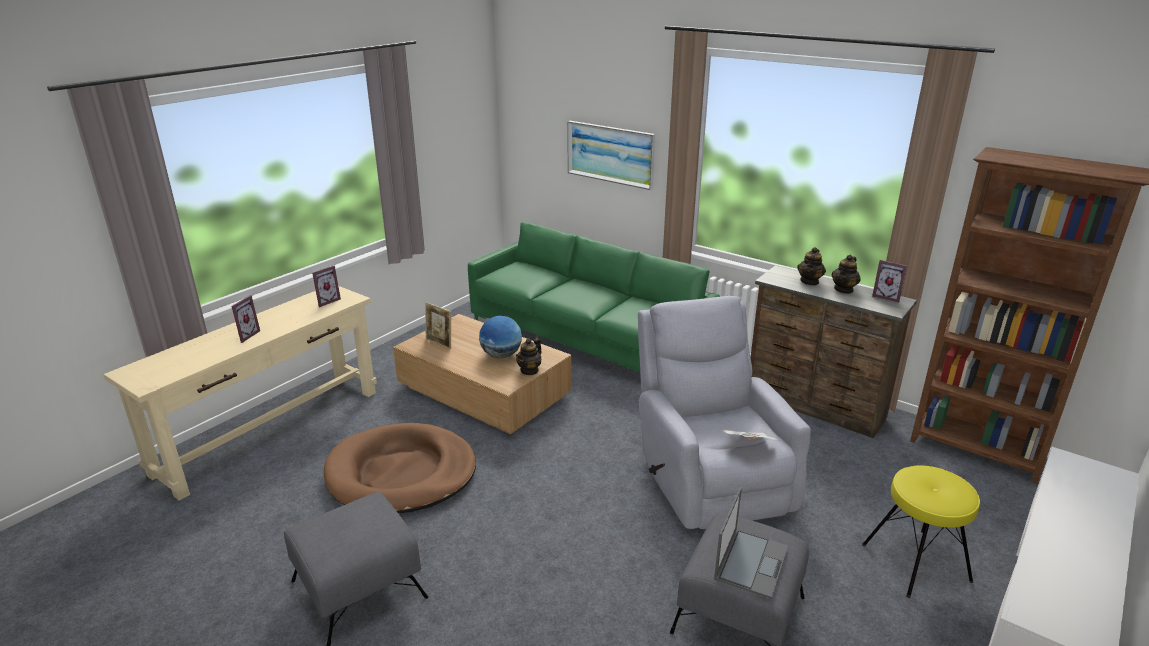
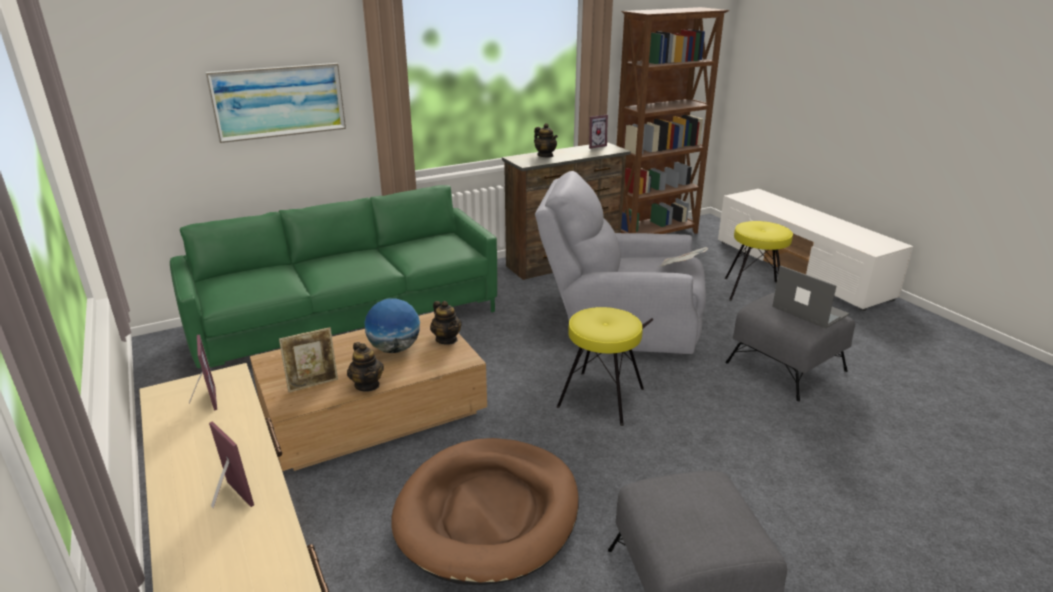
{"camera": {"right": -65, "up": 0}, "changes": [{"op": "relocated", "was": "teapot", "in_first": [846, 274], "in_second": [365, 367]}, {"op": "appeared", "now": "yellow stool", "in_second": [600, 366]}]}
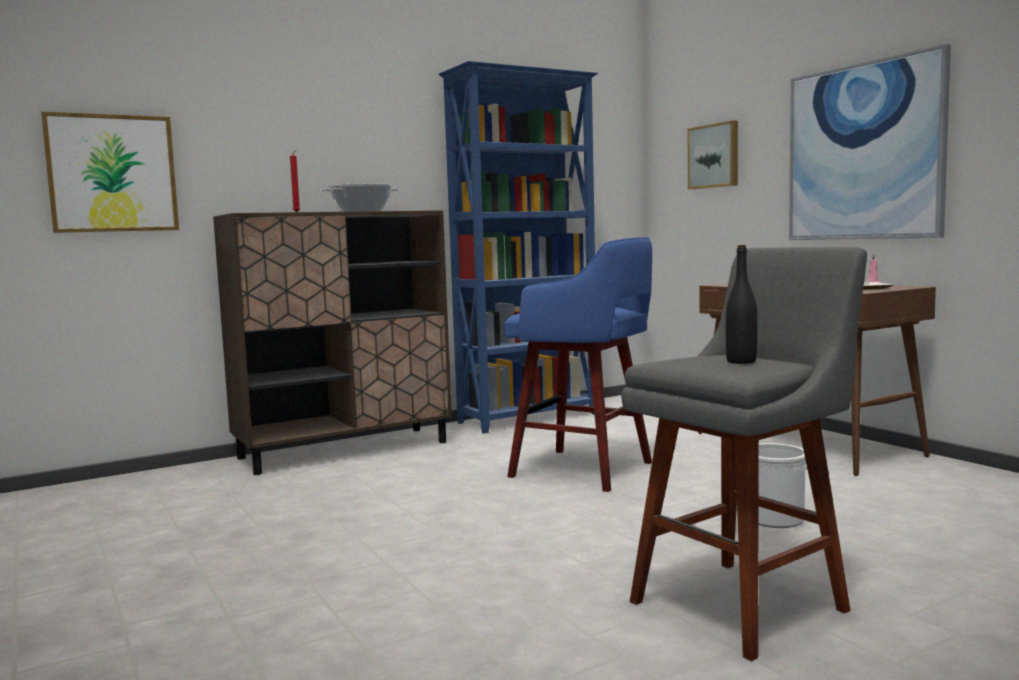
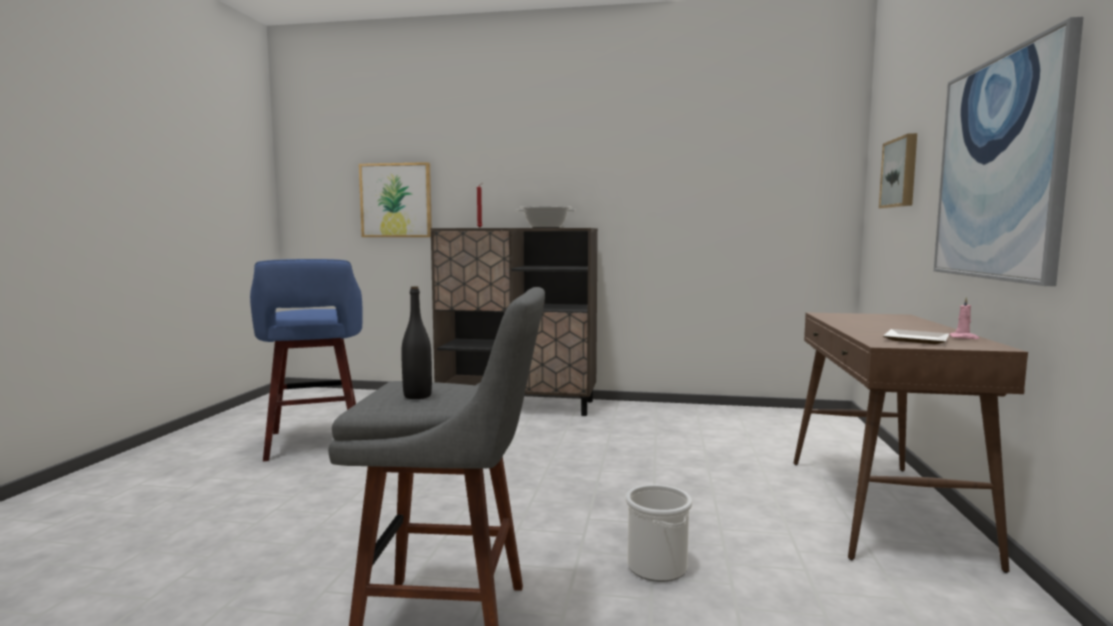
{"camera": {"right": 40, "up": 0}, "changes": [{"op": "missing", "was": "blue bookcase", "in_first": [518, 247]}, {"op": "relocated", "was": "blue stool", "in_first": [578, 364], "in_second": [306, 360]}]}
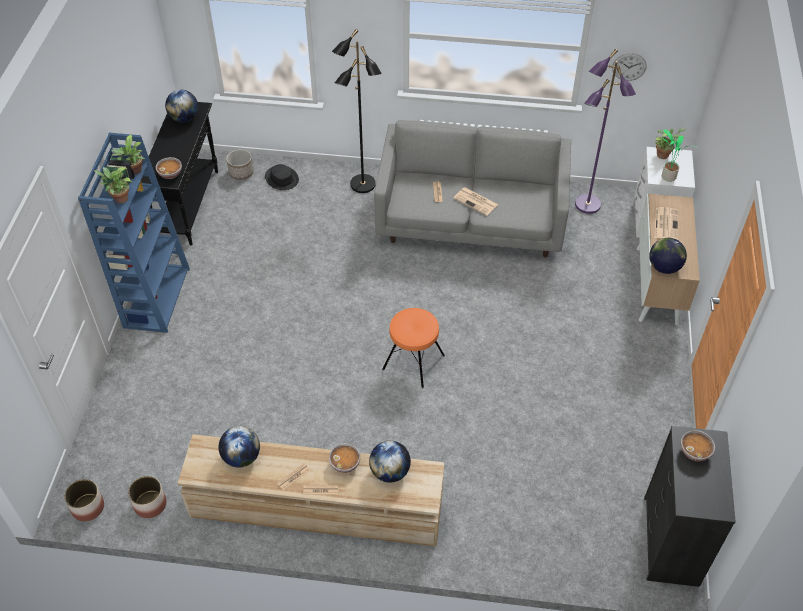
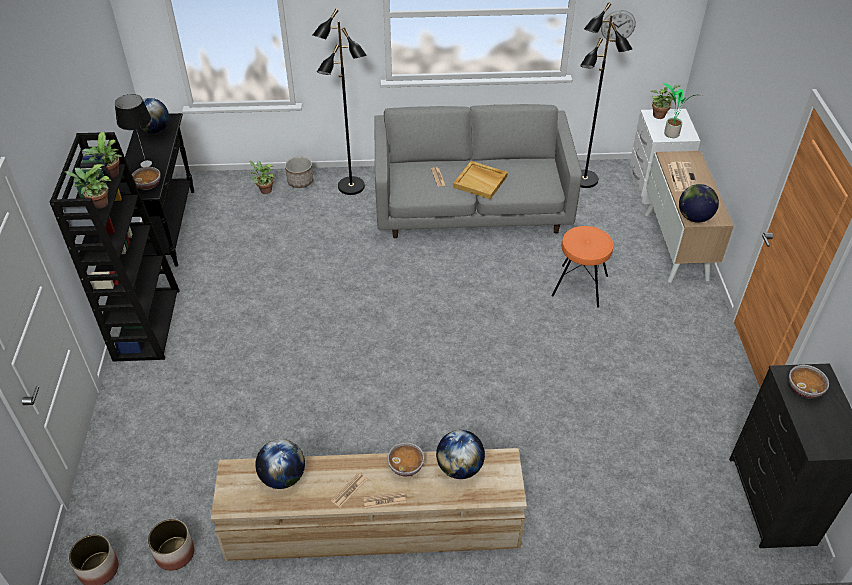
{"camera": {"right": -10, "up": -5}, "changes": [{"op": "colour", "was": "purple floor lamp", "now": "black floor lamp", "in_first": [605, 131], "in_second": [606, 95]}, {"op": "colour", "was": "blue bookcase", "now": "black bookcase", "in_first": [134, 233], "in_second": [114, 247]}, {"op": "relocated", "was": "planter", "in_first": [240, 164], "in_second": [299, 172]}, {"op": "exchanged", "was": "black hat", "now": "potted plant", "in_first": [282, 177], "in_second": [262, 177]}, {"op": "exchanged", "was": "newspaper", "now": "beige tray", "in_first": [476, 201], "in_second": [480, 180]}, {"op": "relocated", "was": "orange stool", "in_first": [413, 348], "in_second": [582, 267]}, {"op": "appeared", "now": "table lamp", "in_second": [133, 130]}]}
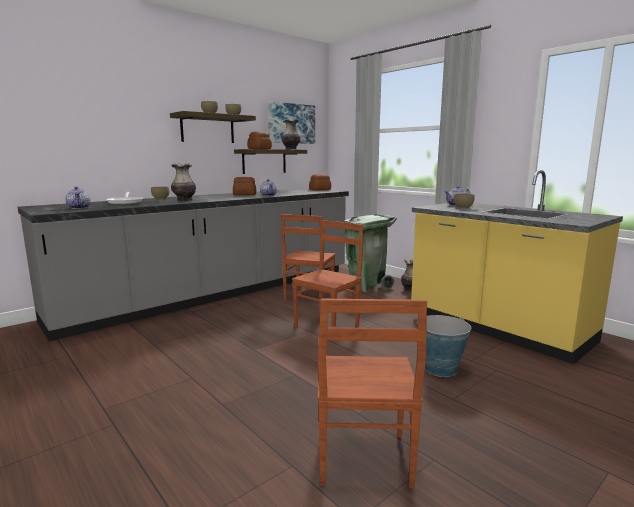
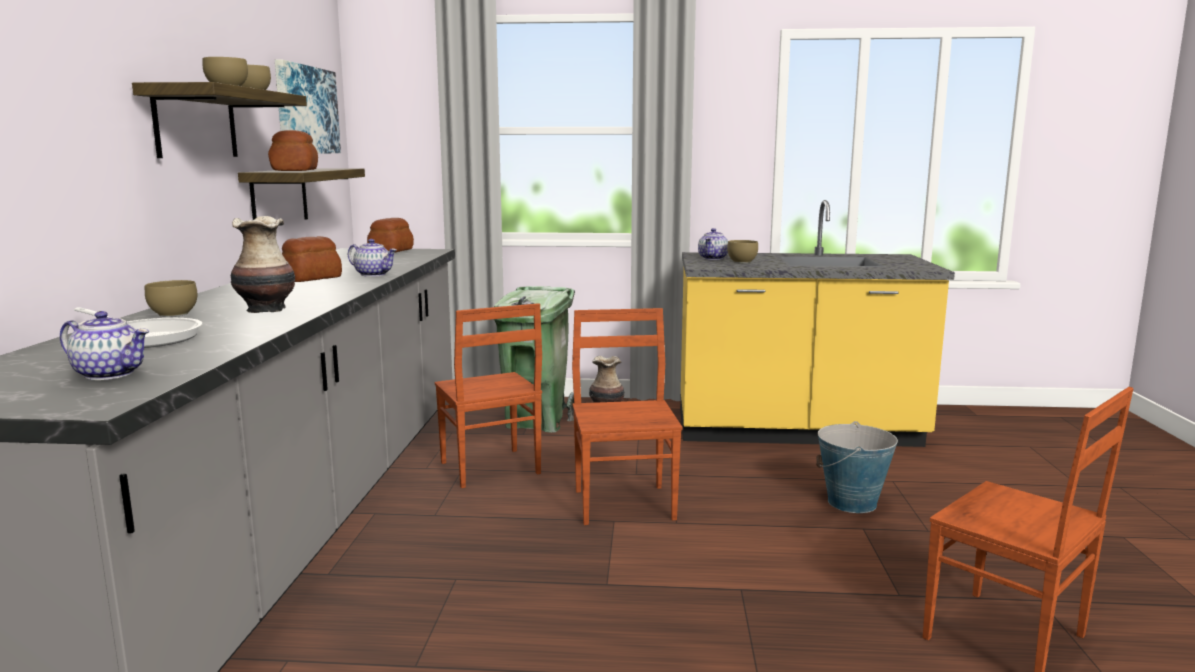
{"camera": {"right": -45, "up": 0}, "changes": [{"op": "missing", "was": "vase", "in_first": [291, 134]}]}
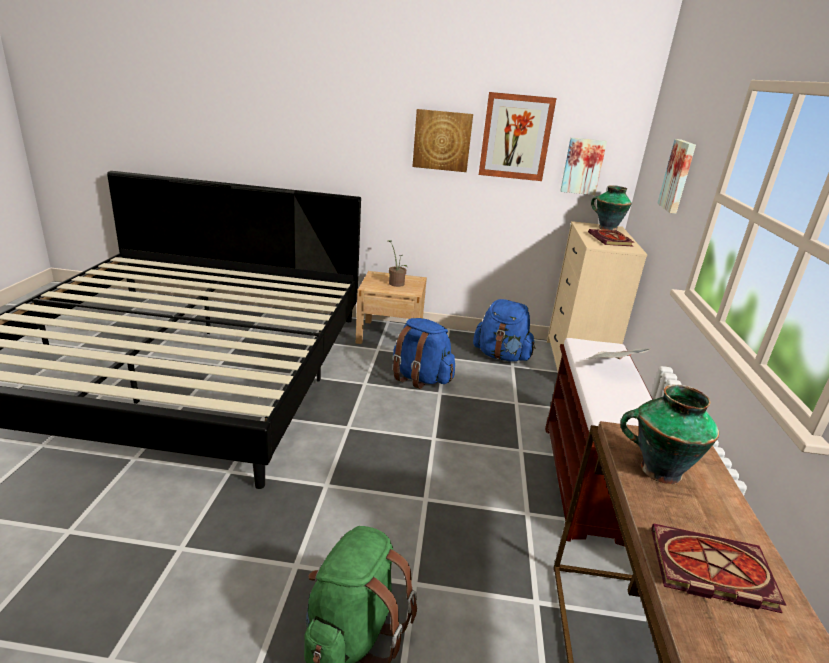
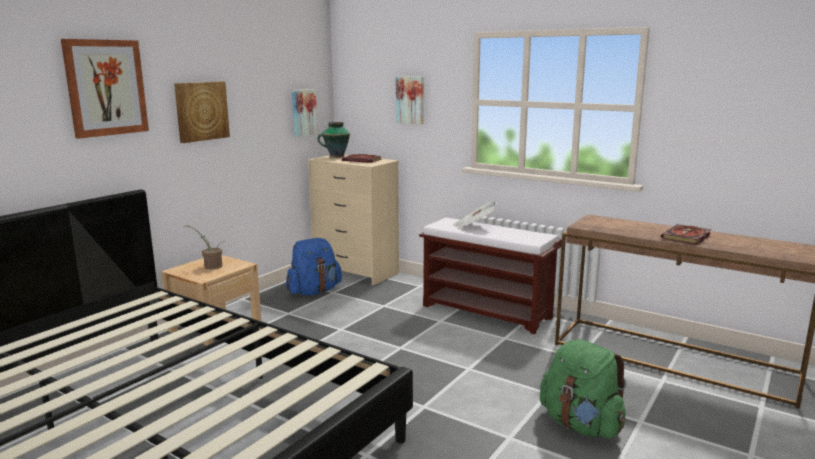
{"camera": {"right": -60, "up": -10}, "changes": [{"op": "relocated", "was": "picture", "in_first": [517, 136], "in_second": [105, 89]}, {"op": "missing", "was": "blue backpack", "in_first": [423, 353]}, {"op": "missing", "was": "vase", "in_first": [669, 434]}]}
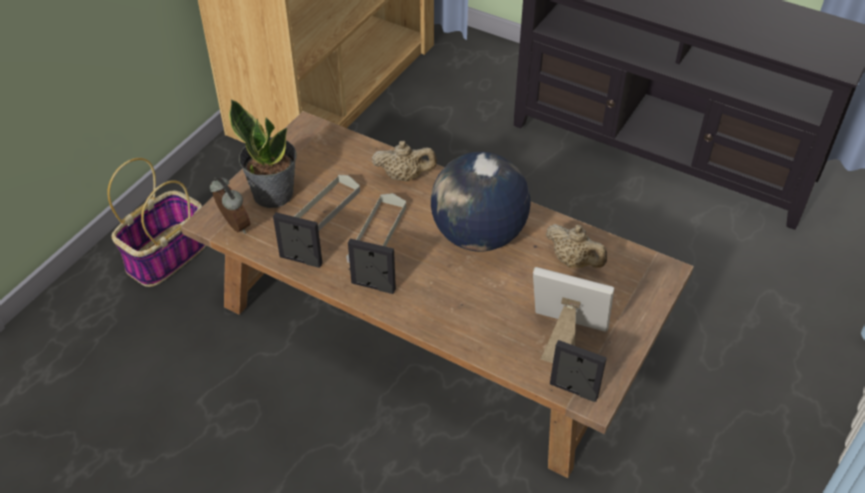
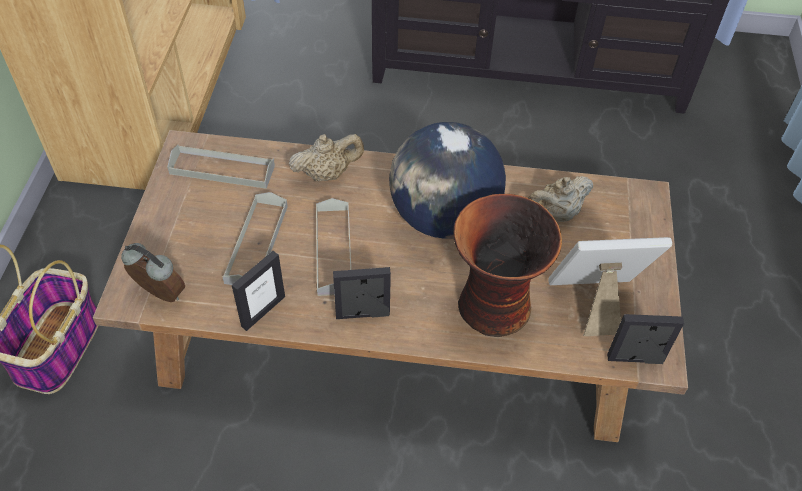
{"camera": {"right": -25, "up": 5}, "changes": [{"op": "missing", "was": "potted plant", "in_first": [263, 153]}, {"op": "spun", "was": "picture frame", "in_first": [297, 240], "in_second": [258, 291], "clockwise": 135}, {"op": "spun", "was": "beige teapot", "in_first": [576, 246], "in_second": [560, 199], "clockwise": 135}, {"op": "appeared", "now": "grey tray", "in_second": [221, 167]}, {"op": "appeared", "now": "vase", "in_second": [507, 265]}]}
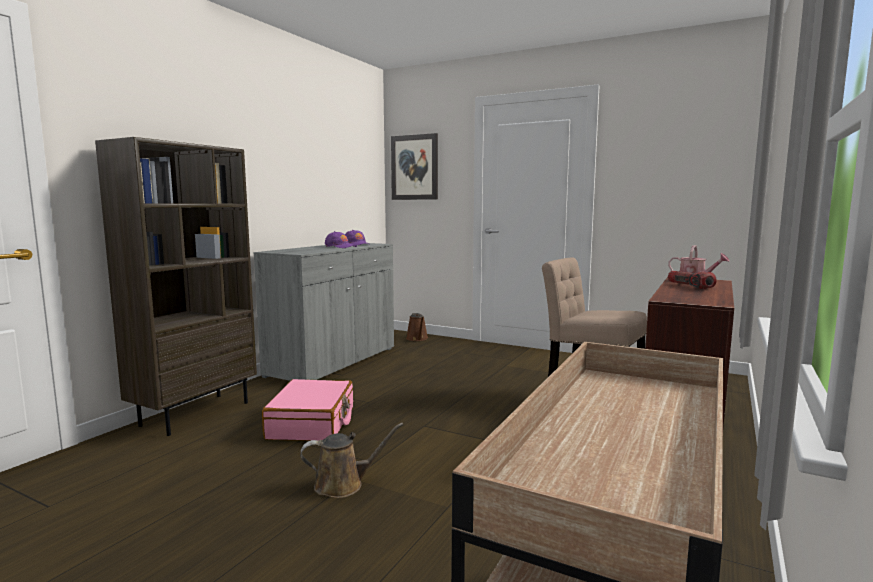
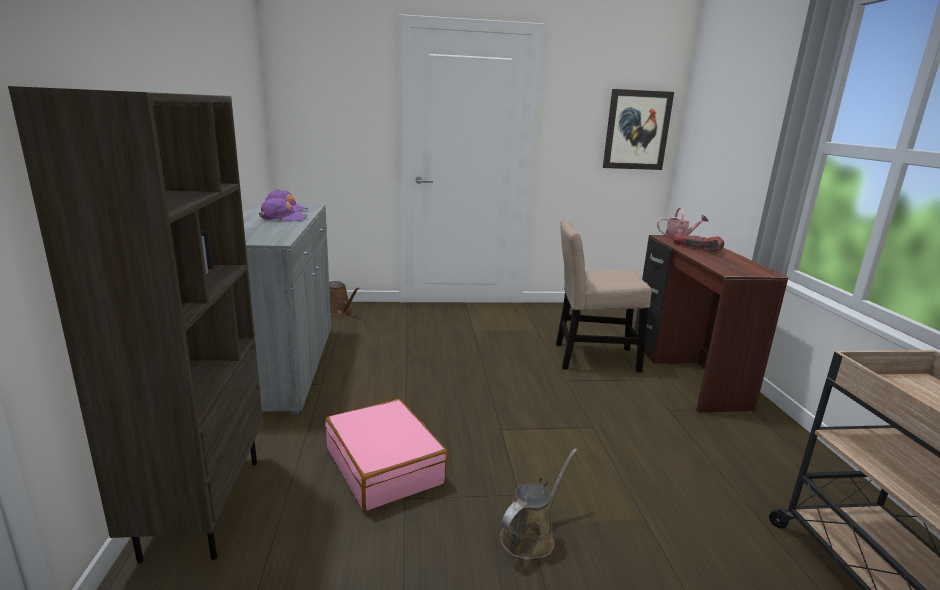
{"camera": {"right": -35, "up": 10}, "changes": [{"op": "relocated", "was": "picture", "in_first": [414, 166], "in_second": [638, 129]}]}
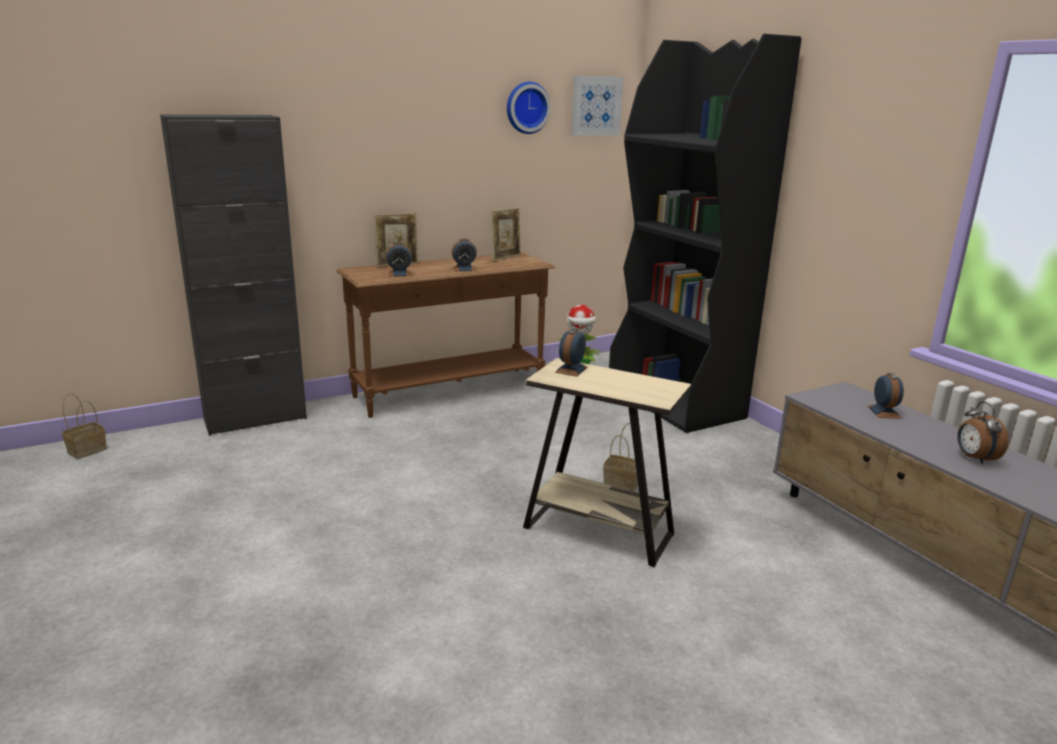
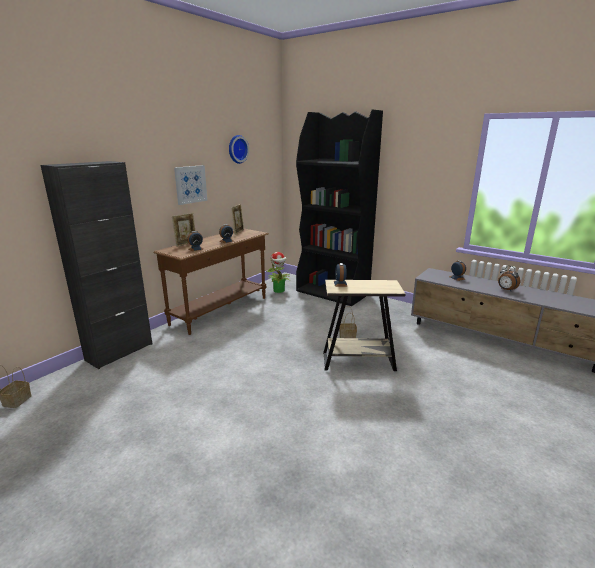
{"camera": {"right": -25, "up": 0}, "changes": [{"op": "relocated", "was": "picture", "in_first": [597, 105], "in_second": [190, 185]}]}
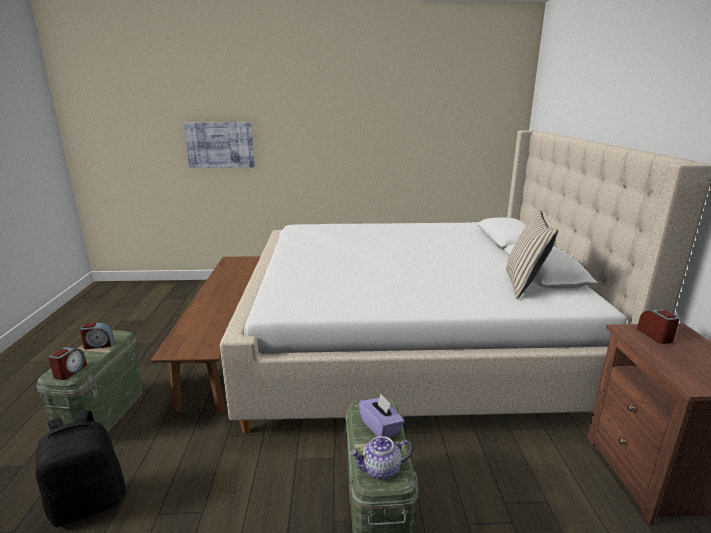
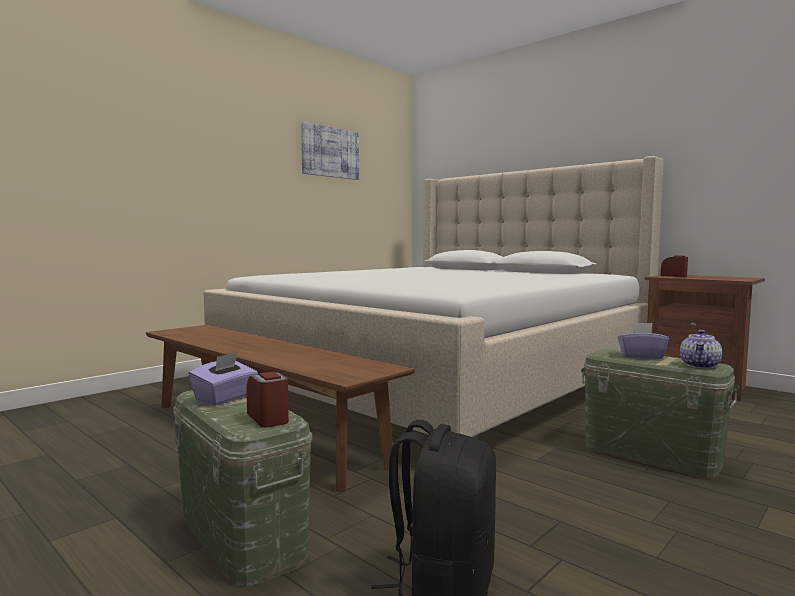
{"camera": {"right": -45, "up": -15}, "changes": [{"op": "relocated", "was": "picture", "in_first": [219, 145], "in_second": [330, 151]}, {"op": "missing", "was": "beige pillow", "in_first": [532, 254]}, {"op": "exchanged", "was": "alarm clock", "now": "purple tissue box", "in_first": [96, 335], "in_second": [223, 379]}]}
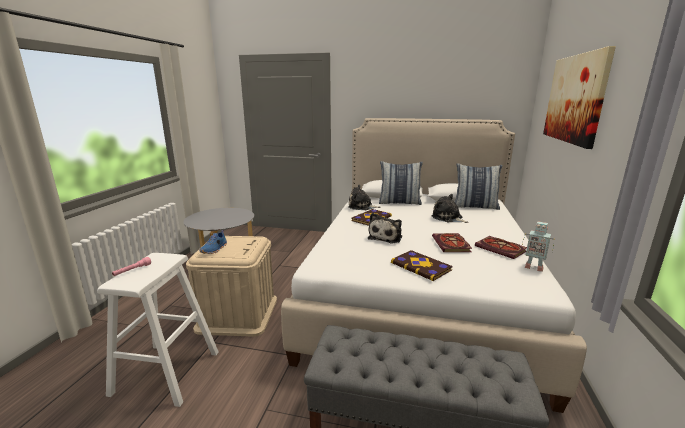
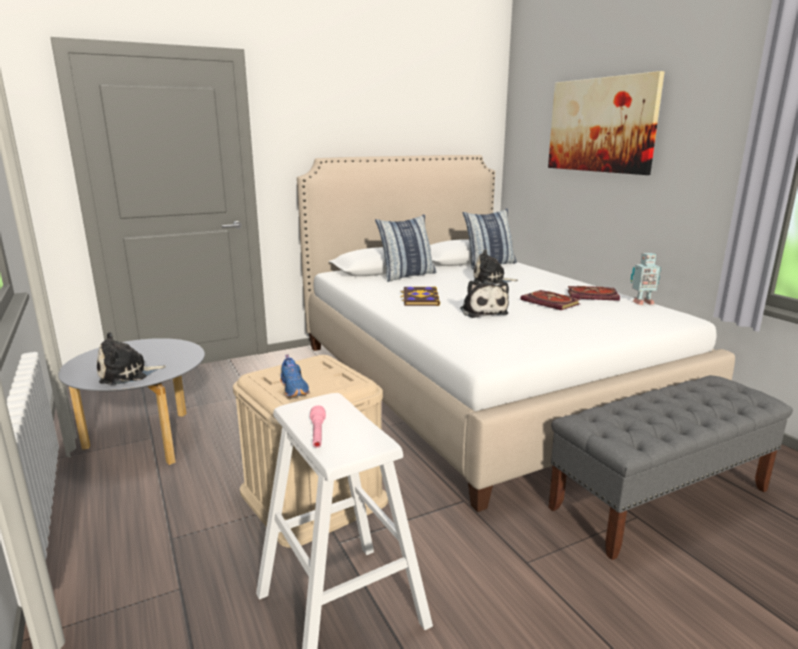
{"camera": {"right": -40, "up": 0}, "changes": [{"op": "relocated", "was": "plush toy", "in_first": [364, 197], "in_second": [131, 358]}, {"op": "missing", "was": "book", "in_first": [422, 265]}]}
